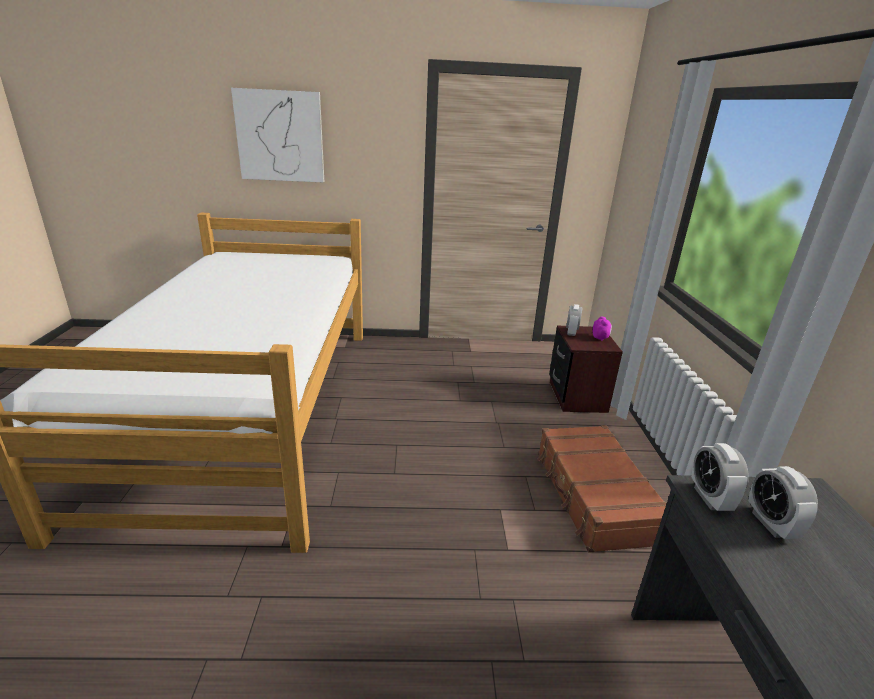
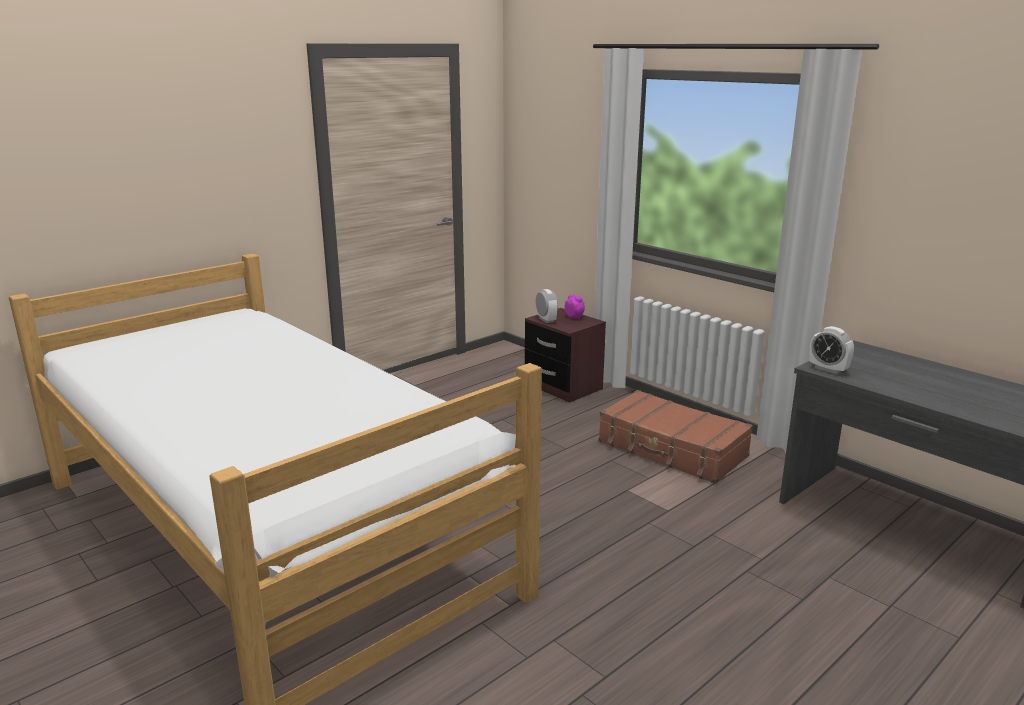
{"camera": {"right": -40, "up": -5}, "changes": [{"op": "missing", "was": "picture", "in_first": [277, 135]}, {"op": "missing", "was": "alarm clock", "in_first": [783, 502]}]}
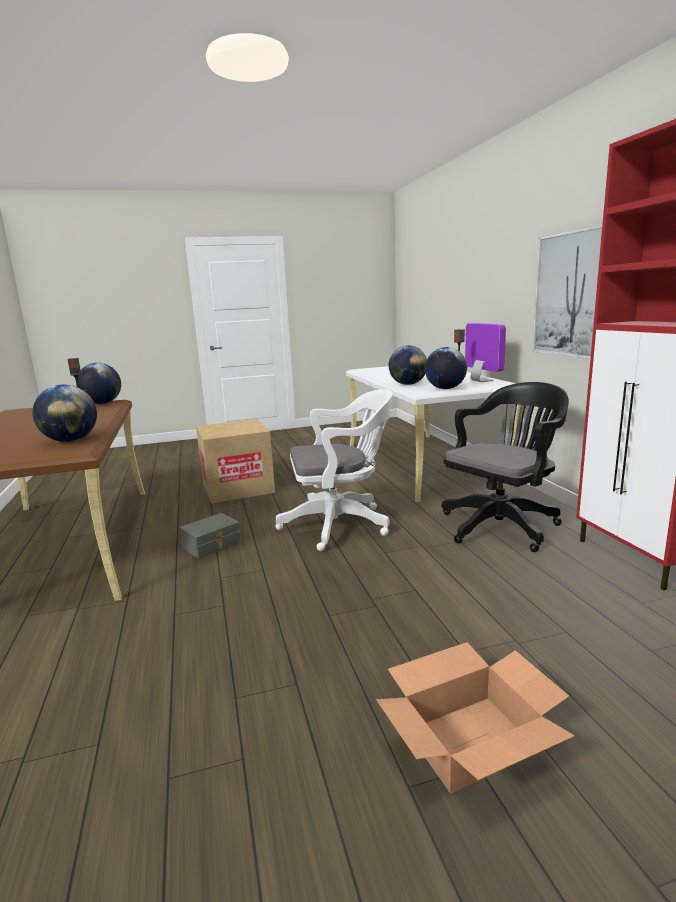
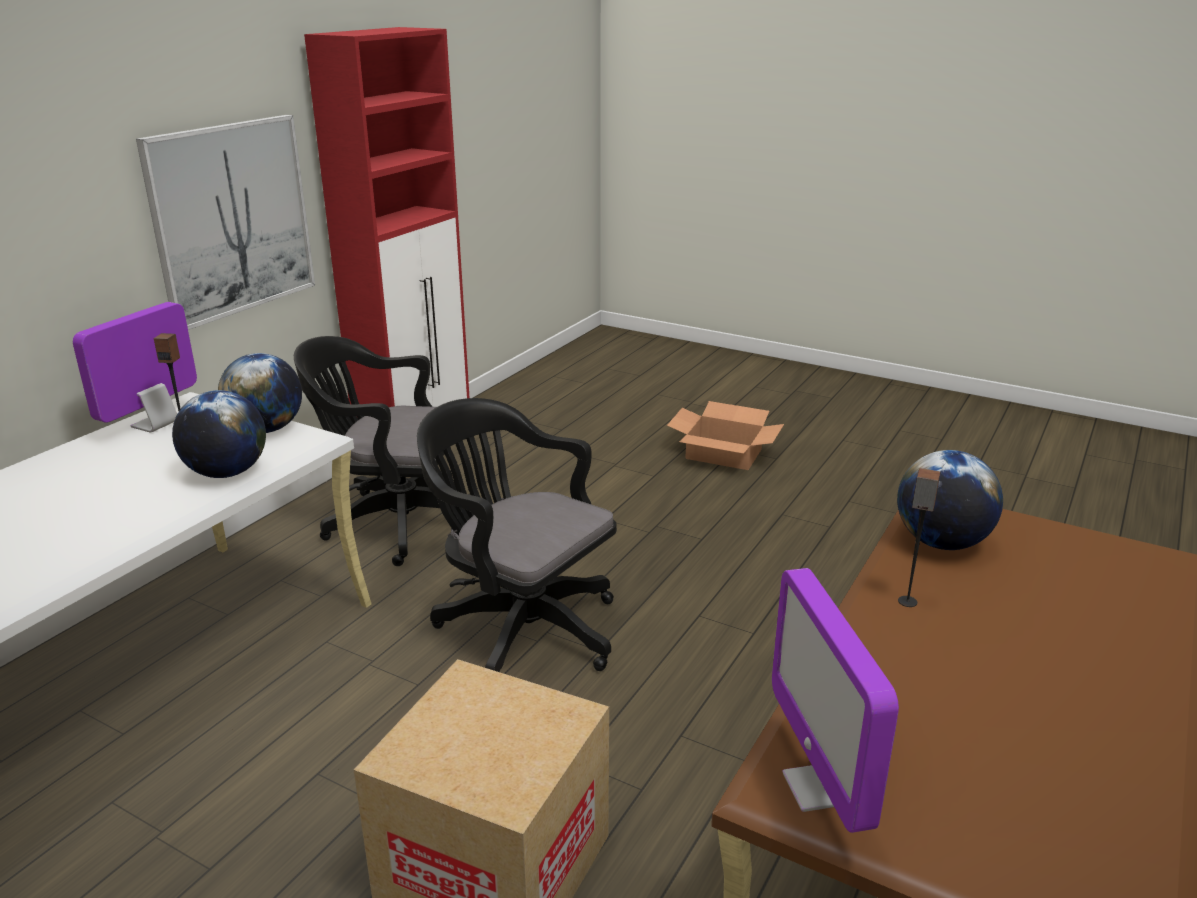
{"camera": {"right": -135, "up": 10}, "changes": [{"op": "exchanged", "was": "globe", "now": "monitor", "in_first": [98, 383], "in_second": [835, 700]}, {"op": "colour", "was": "white office chair", "now": "black office chair", "in_first": [334, 470], "in_second": [517, 535]}, {"op": "missing", "was": "grey storage box", "in_first": [210, 536]}]}
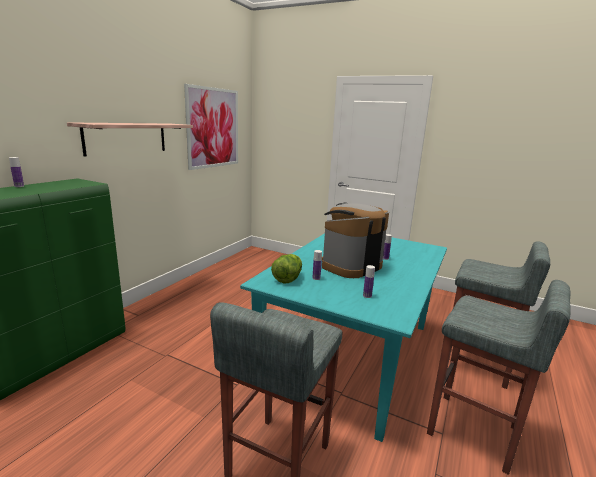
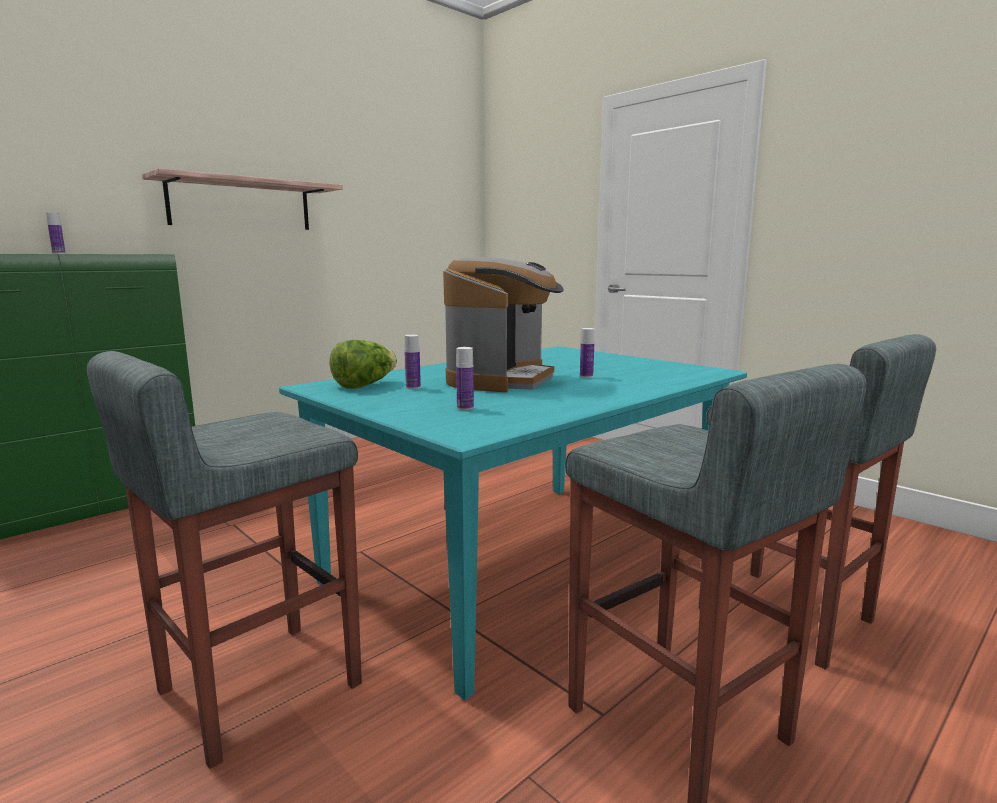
{"camera": {"right": 20, "up": -5}, "changes": [{"op": "missing", "was": "picture", "in_first": [211, 127]}, {"op": "spun", "was": "coffee machine", "in_first": [355, 240], "in_second": [503, 324], "clockwise": 135}]}
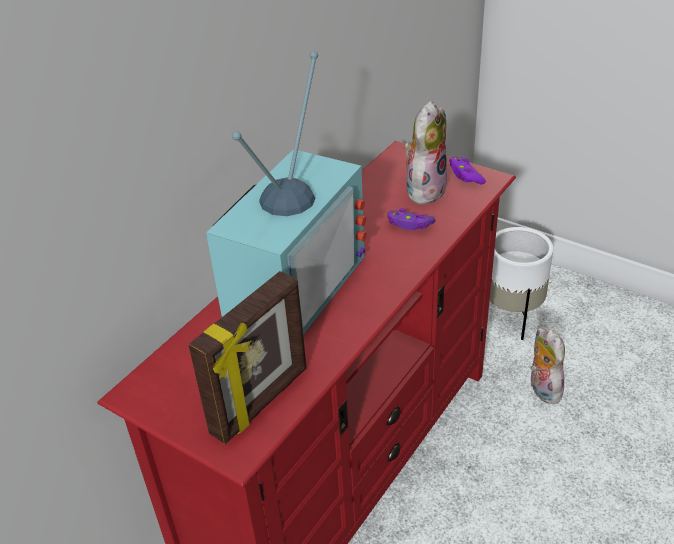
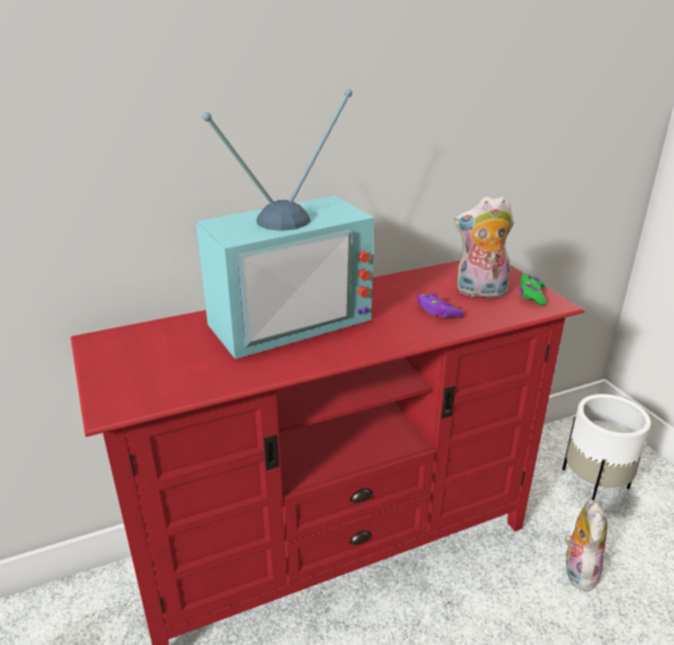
{"camera": {"right": 30, "up": -10}, "changes": [{"op": "spun", "was": "plush toy", "in_first": [425, 153], "in_second": [484, 247], "clockwise": -150}, {"op": "colour", "was": "purple game controller", "now": "green game controller", "in_first": [467, 171], "in_second": [533, 289]}, {"op": "missing", "was": "picture frame", "in_first": [247, 357]}]}
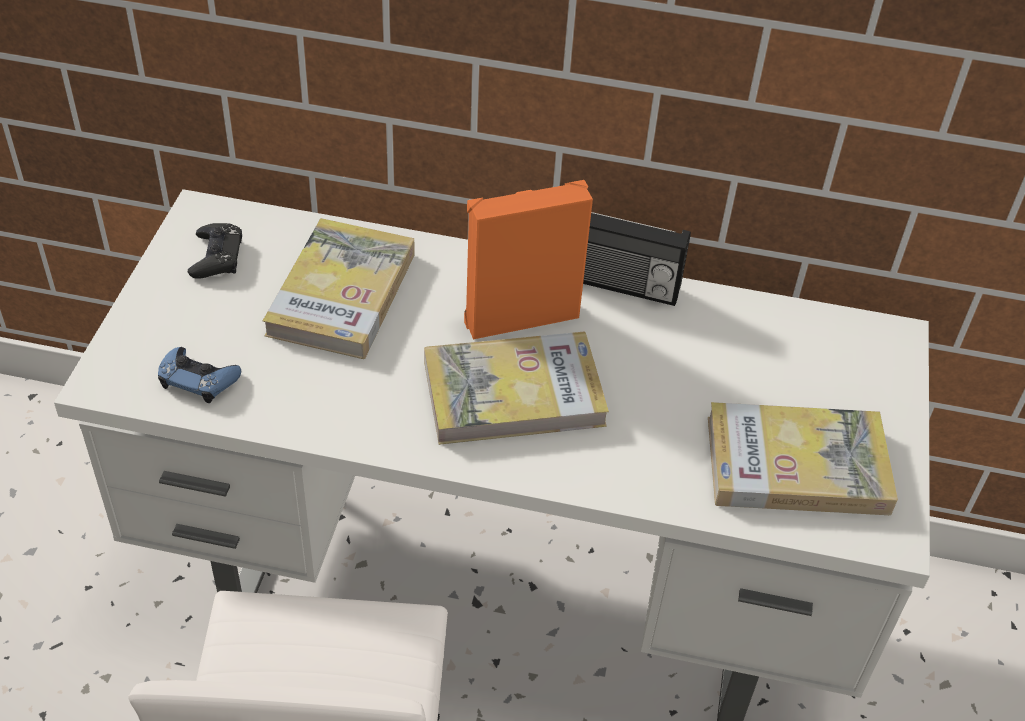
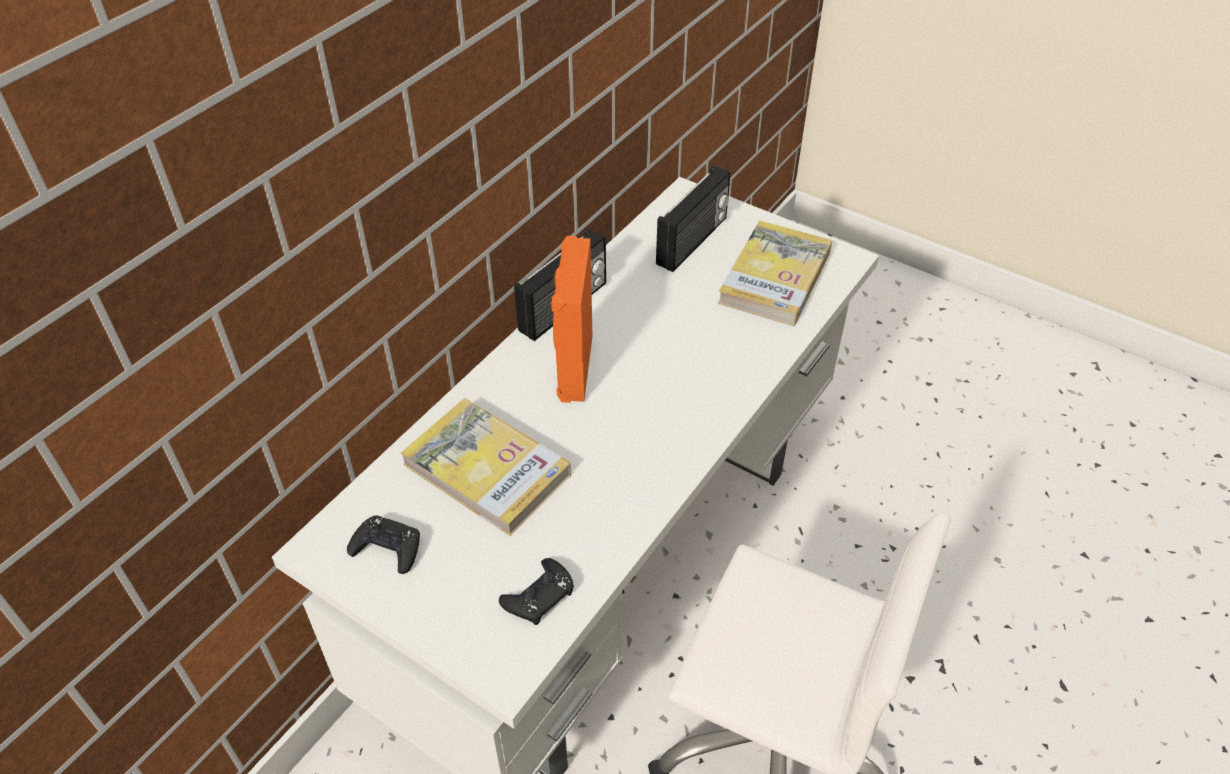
{"camera": {"right": -65, "up": 0}, "changes": [{"op": "missing", "was": "book", "in_first": [516, 388]}, {"op": "colour", "was": "blue game controller", "now": "black game controller", "in_first": [199, 375], "in_second": [536, 591]}, {"op": "appeared", "now": "radio", "in_second": [693, 219]}]}
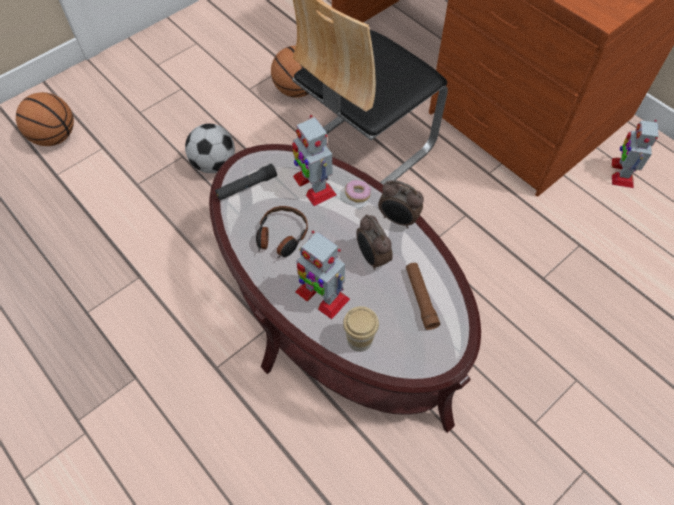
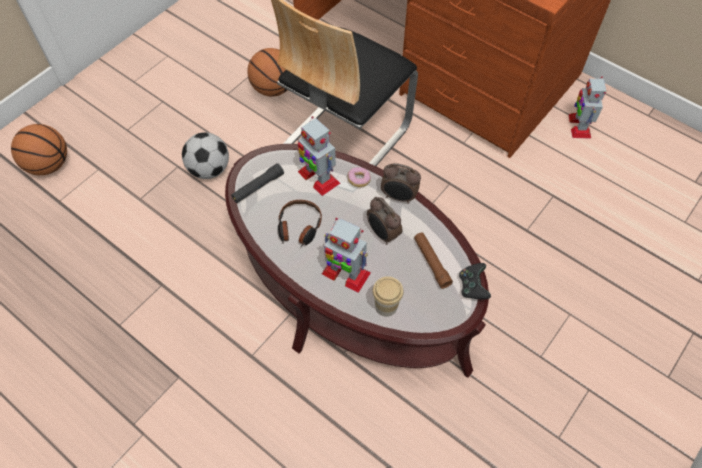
{"camera": {"right": -10, "up": 0}, "changes": [{"op": "appeared", "now": "black game controller", "in_second": [475, 281]}]}
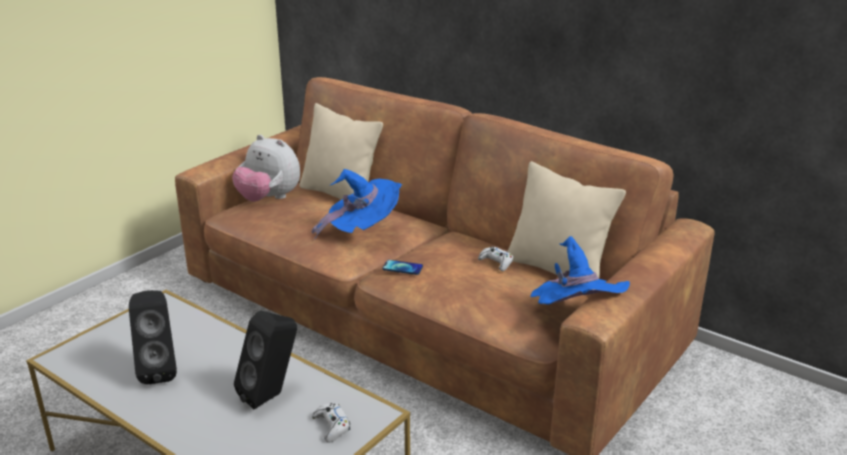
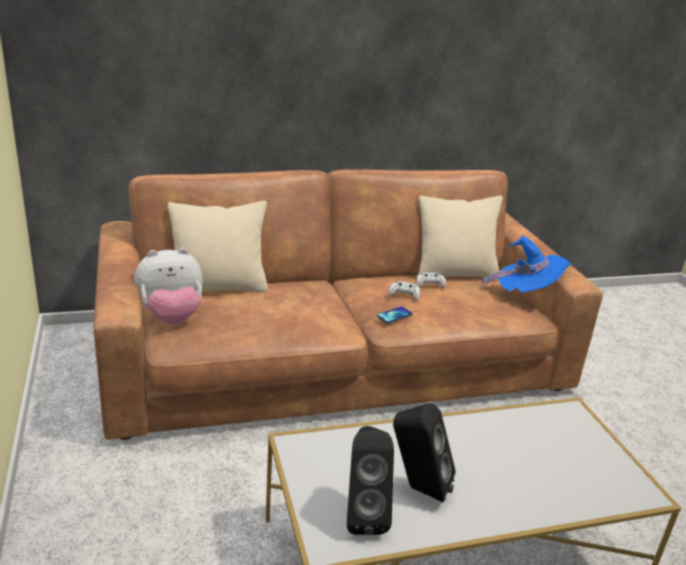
{"camera": {"right": -55, "up": 0}, "changes": [{"op": "missing", "was": "blue hat", "in_first": [356, 204]}, {"op": "relocated", "was": "black speaker", "in_first": [265, 359], "in_second": [370, 480]}, {"op": "relocated", "was": "white game controller", "in_first": [331, 423], "in_second": [404, 290]}]}
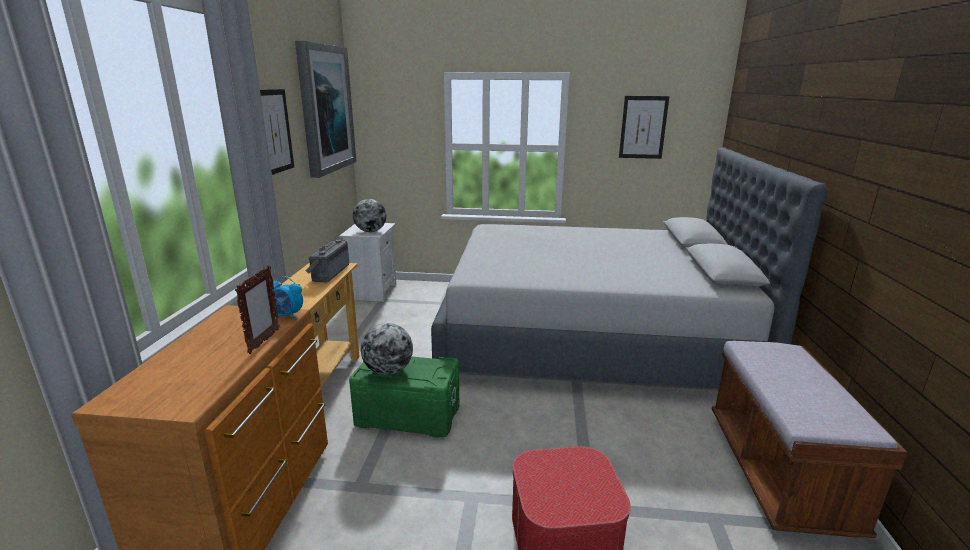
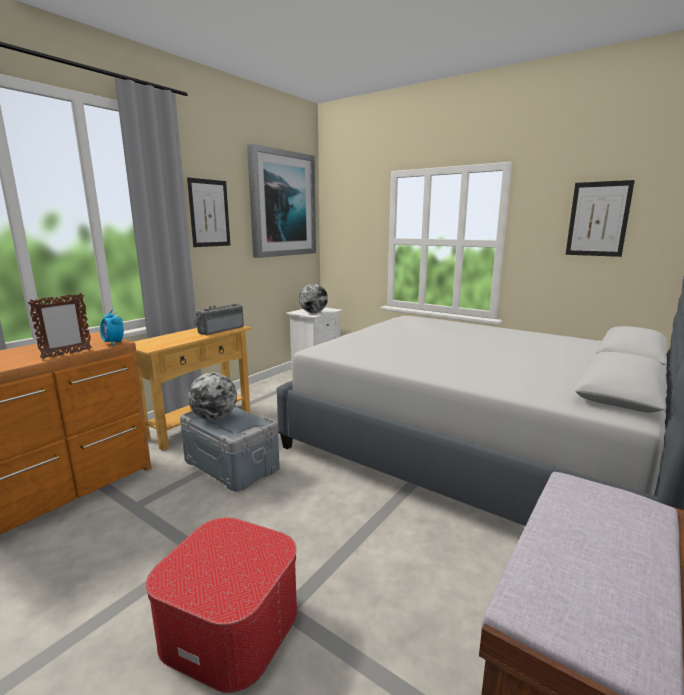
{"camera": {"right": 30, "up": -5}, "changes": [{"op": "colour", "was": "green storage box", "now": "grey storage box", "in_first": [404, 397], "in_second": [230, 449]}]}
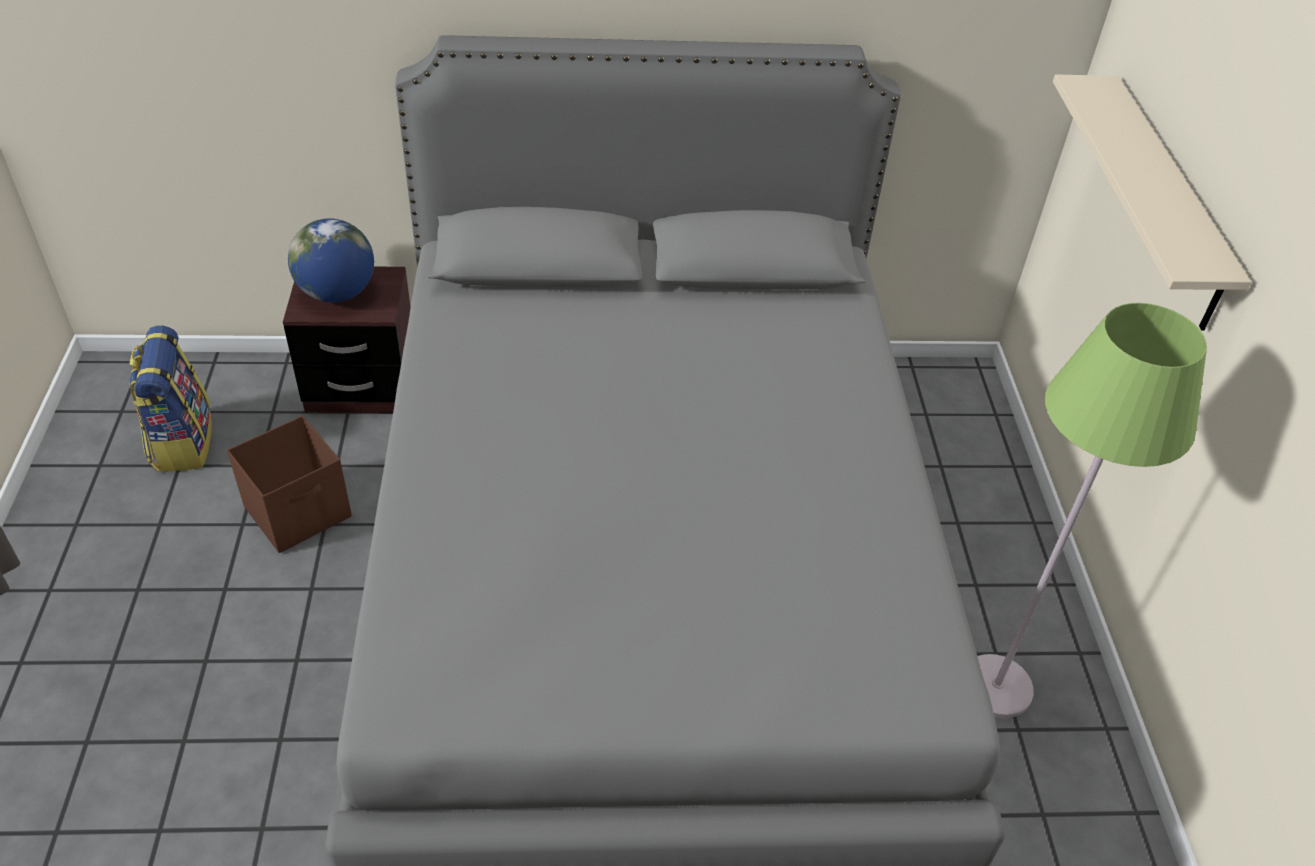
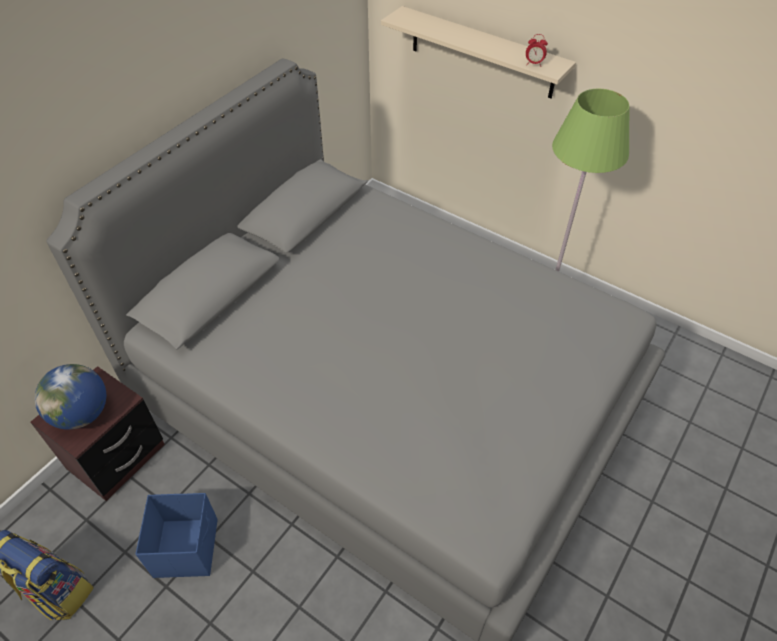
{"camera": {"right": -50, "up": 5}, "changes": [{"op": "colour", "was": "brown storage box", "now": "blue storage box", "in_first": [289, 484], "in_second": [176, 535]}, {"op": "appeared", "now": "alarm clock", "in_second": [537, 50]}]}
